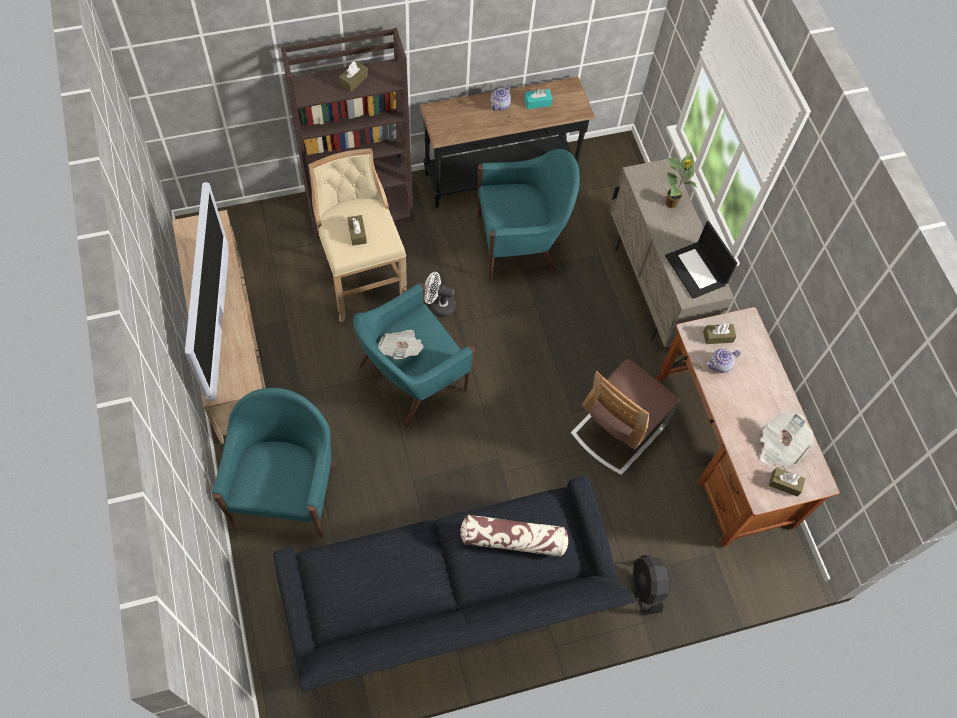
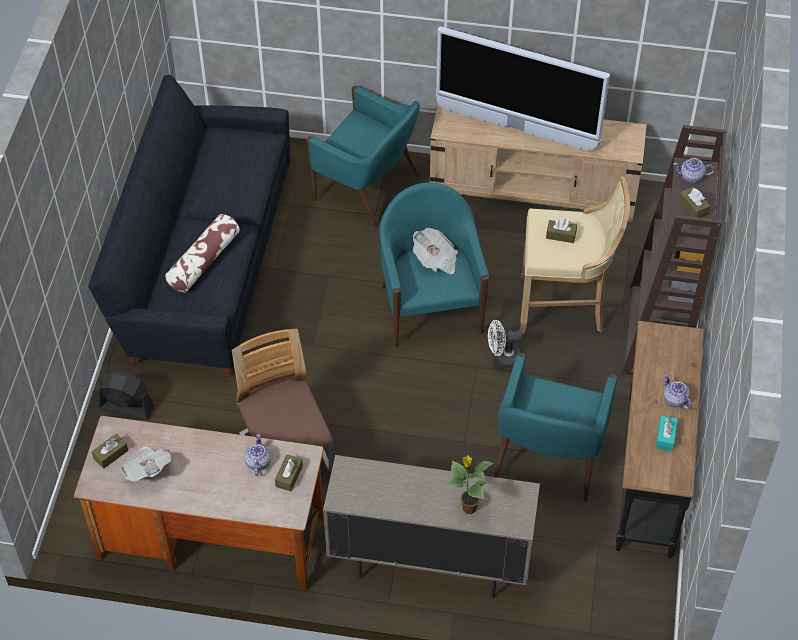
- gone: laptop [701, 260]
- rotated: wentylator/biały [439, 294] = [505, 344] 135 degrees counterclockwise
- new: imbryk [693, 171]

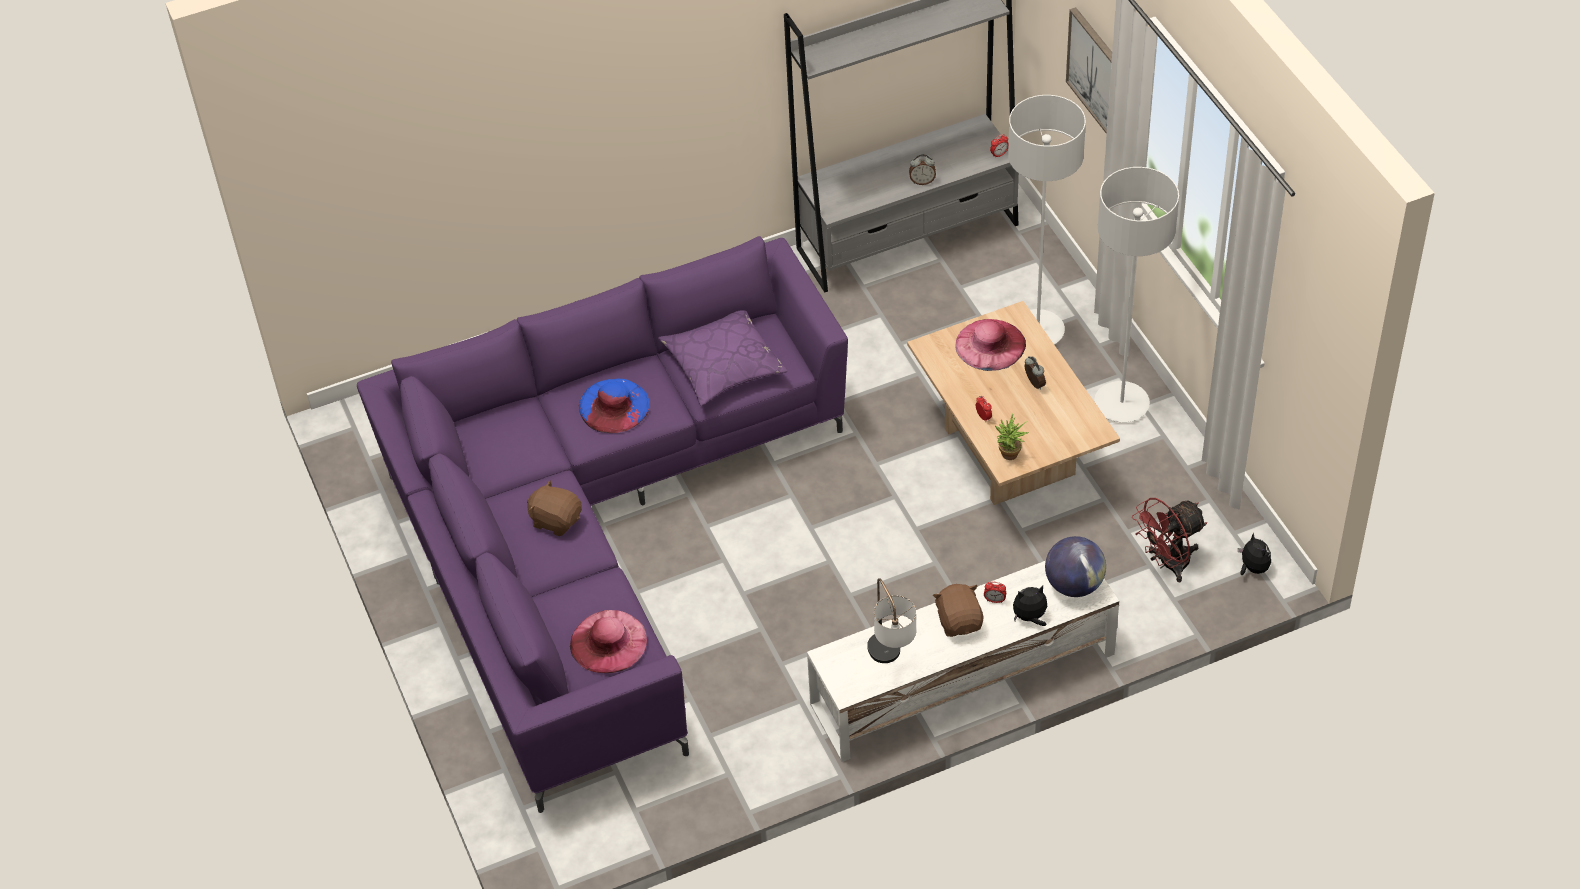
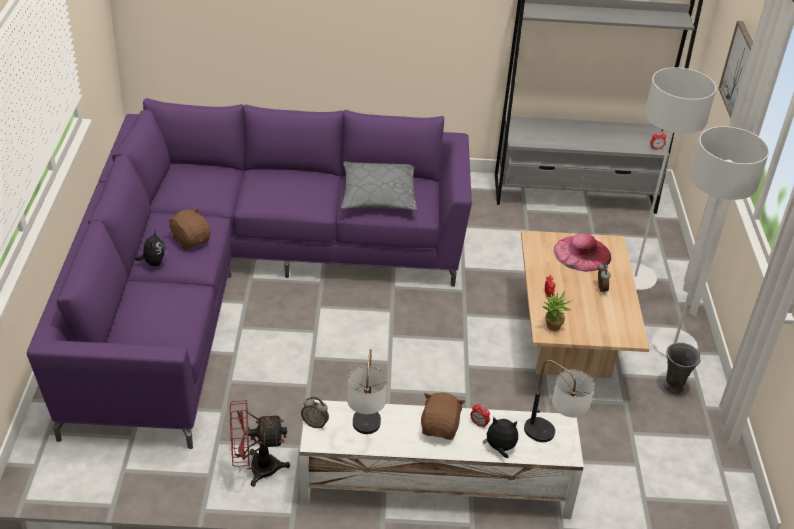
- shifted: budzik [922, 169] to [315, 412]
- repainted: poduszka/fioletowy [722, 358] to poduszka/szary [379, 186]
- gone: kapelusz/niebieski [614, 406]
- shifted: wentylator/czerwony [1169, 540] to [260, 443]
- shifted: pluszak [1254, 554] to [151, 248]
- swapped: globus [1075, 566] to lampa stołowa [559, 401]
- gone: kapelusz/różowy [608, 641]
- new: wazon/szary [682, 368]

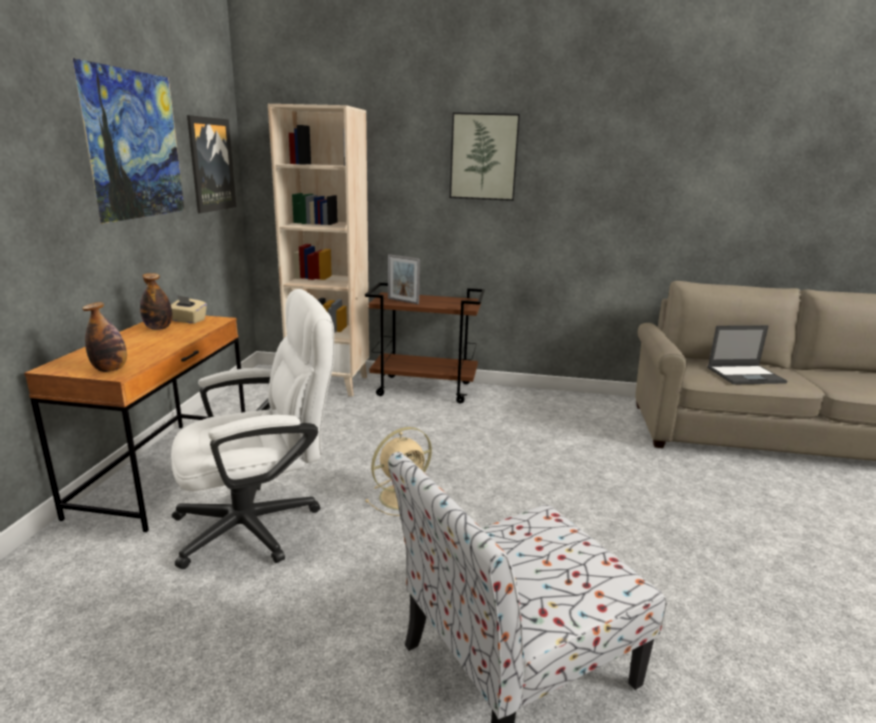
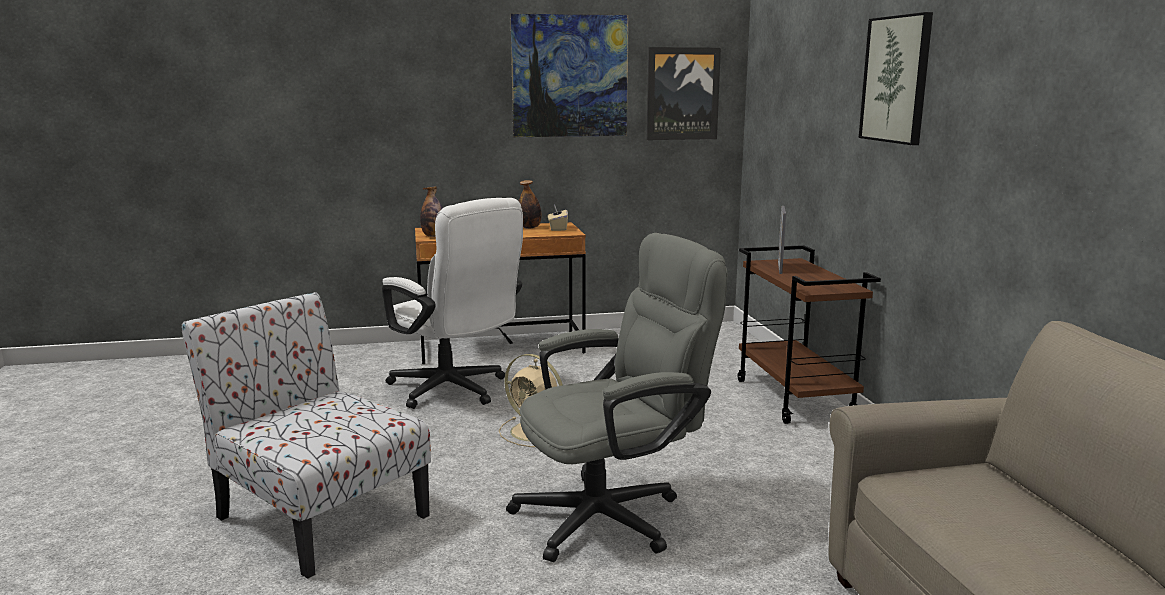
- gone: regał/beżowy [318, 250]
- gone: laptop [747, 355]
- new: krzesło biurowe/szary [617, 397]

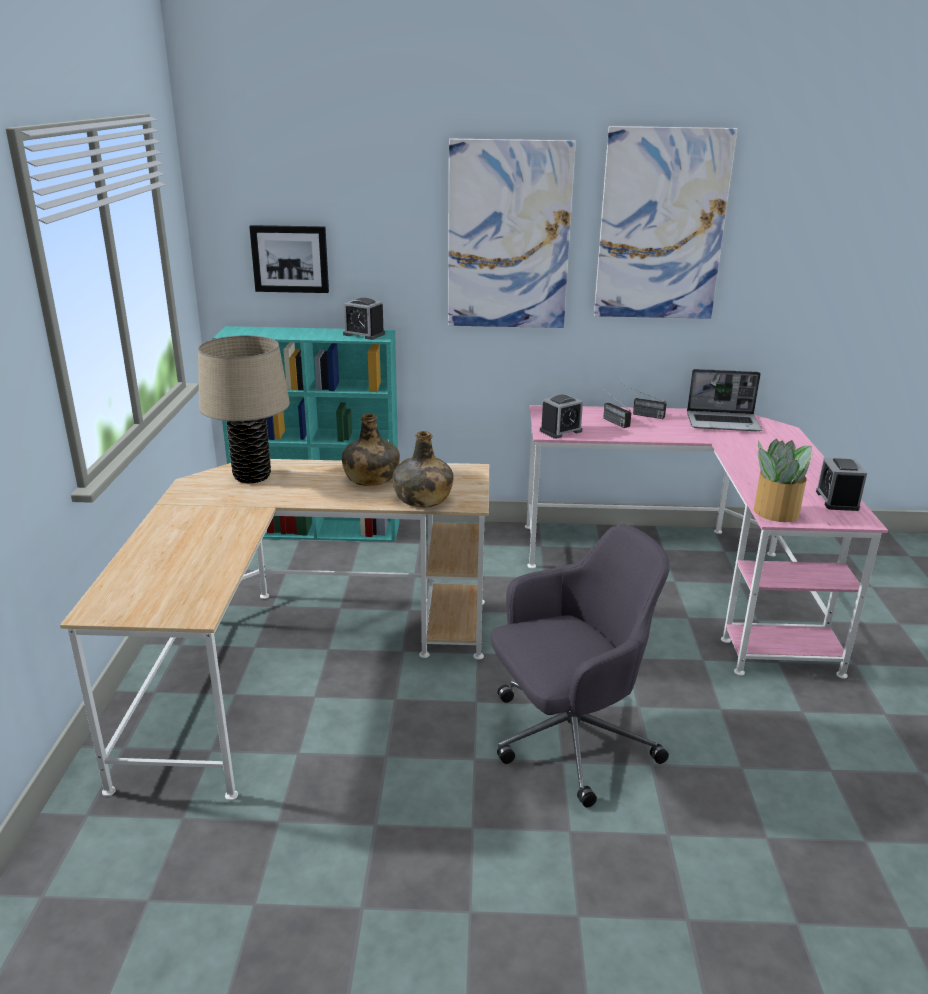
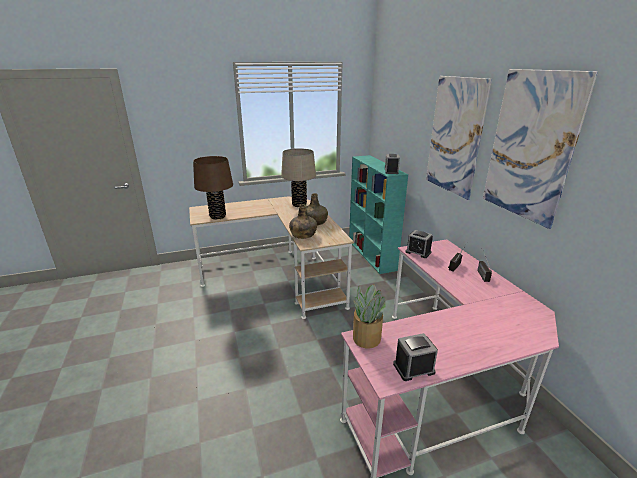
- gone: obraz [289, 259]
- gone: laptop [724, 400]
- gone: krzesło biurowe/szary [580, 666]
- new: lampa stołowa/brązowy [213, 188]

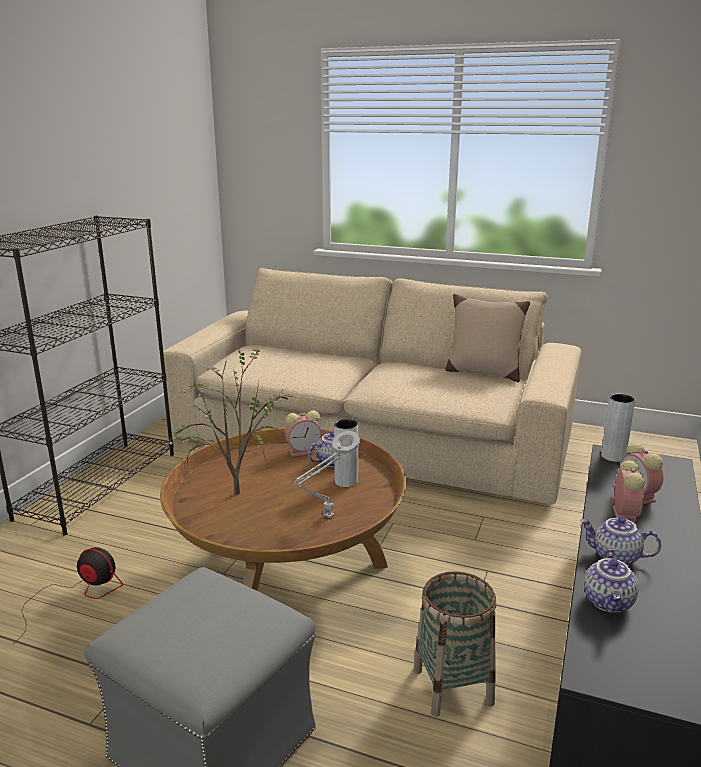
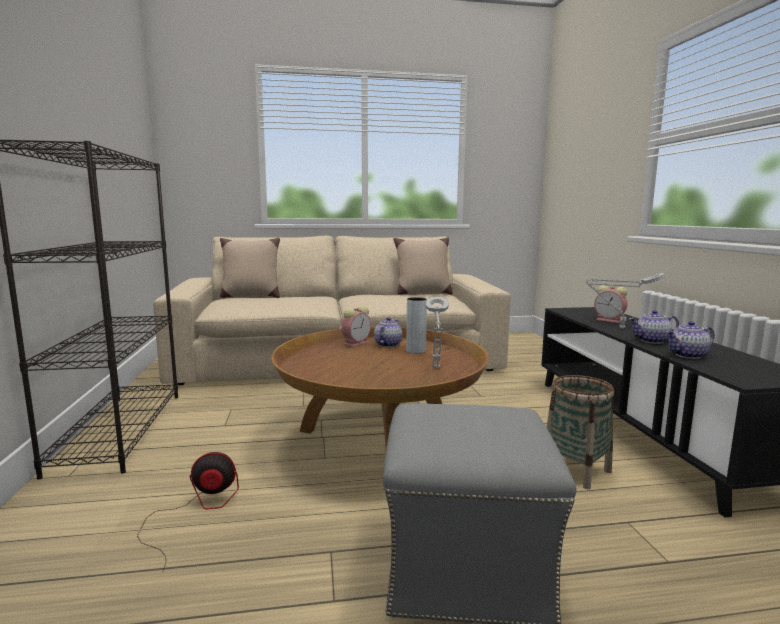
- gone: roślina doniczkowa [232, 420]
- gone: wazon/szary [618, 428]
- swapped: budzik [628, 493] to lampa stołowa/szary [625, 300]
- rotated: imbryk [611, 581] = [690, 340] 90 degrees clockwise
- new: poduszka/beżowy [250, 268]

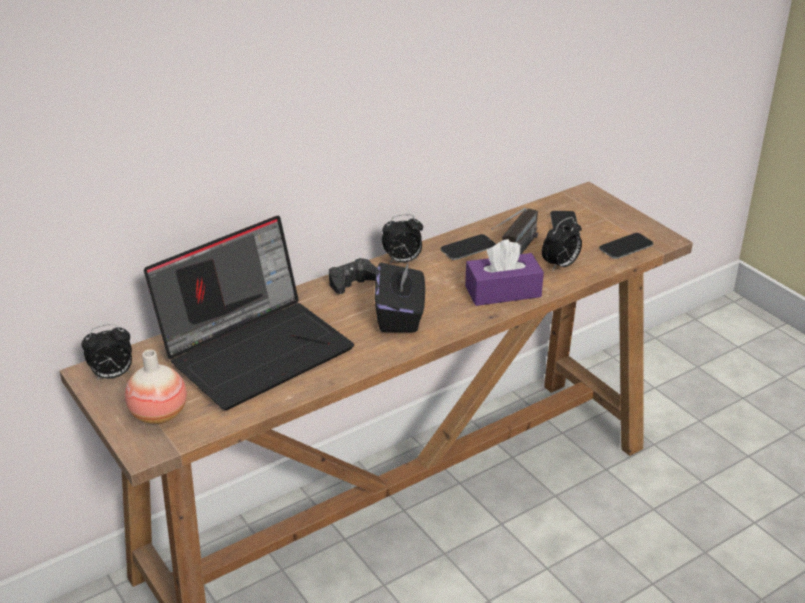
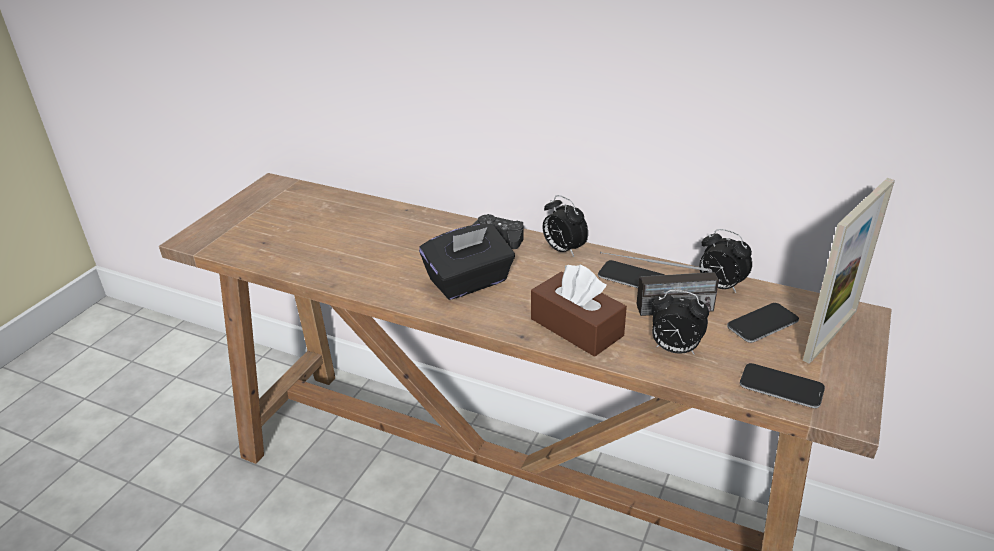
- gone: laptop [249, 313]
- repainted: pudełko chusteczek/fioletowy [504, 272] to pudełko chusteczek/brązowy [579, 311]
- shifted: budzik [106, 352] to [725, 261]
- gone: wazon [156, 387]
- new: ramka na zdjęcie [849, 271]

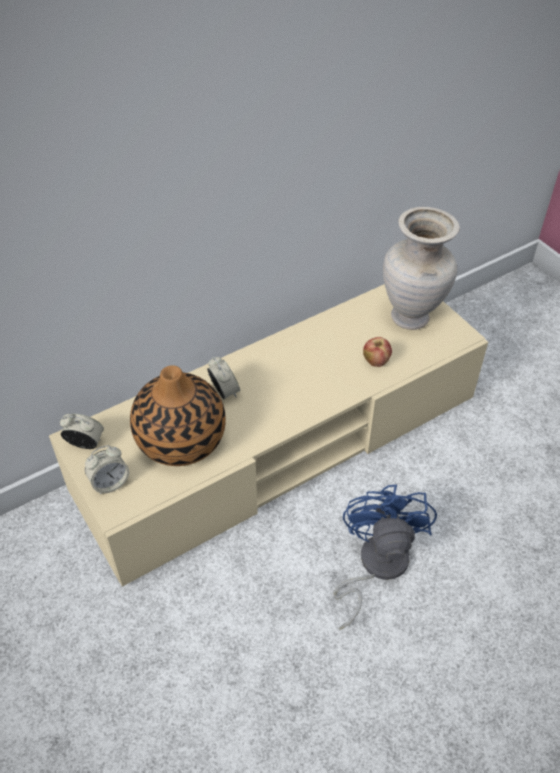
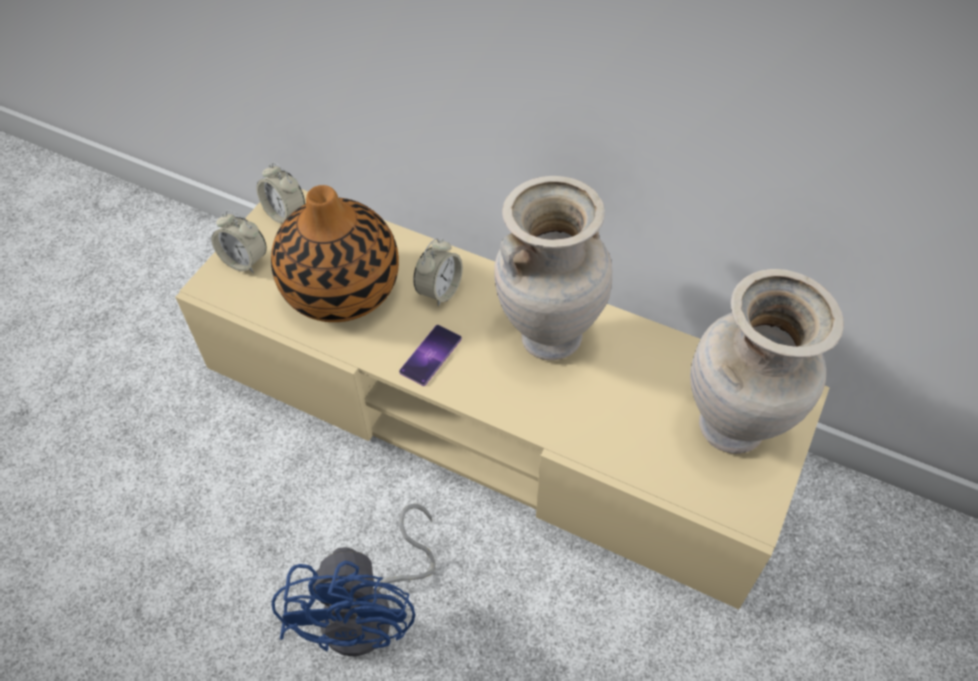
- gone: jabłko [377, 352]
- rotated: budzik [82, 431] = [281, 192] 150 degrees clockwise
- rotated: wentylator/niebieski [385, 557] = [354, 580] 120 degrees clockwise
- new: wazon/beżowy [553, 268]
- new: telefon [430, 355]

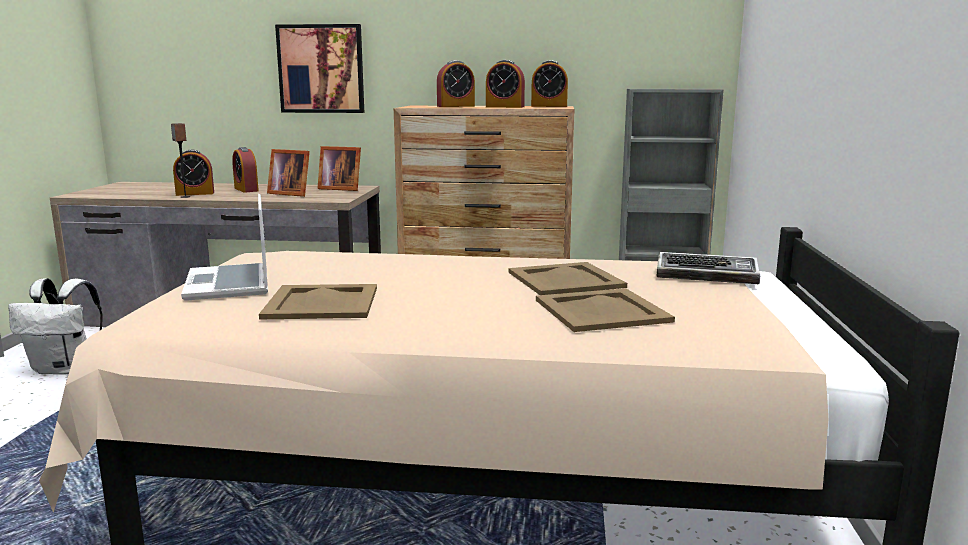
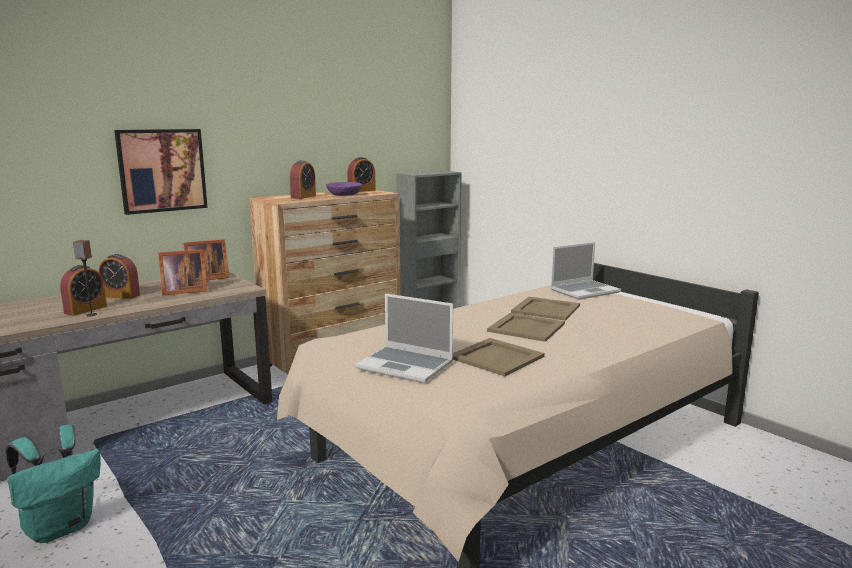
- swapped: budzik [505, 84] to miska/fioletowy [344, 189]
- swapped: klawiatura [708, 268] to laptop [586, 271]
- repainted: plecak/biały [55, 326] to plecak/turkusowy [53, 484]
- shifted: taca/beżowy [605, 310] to [526, 327]

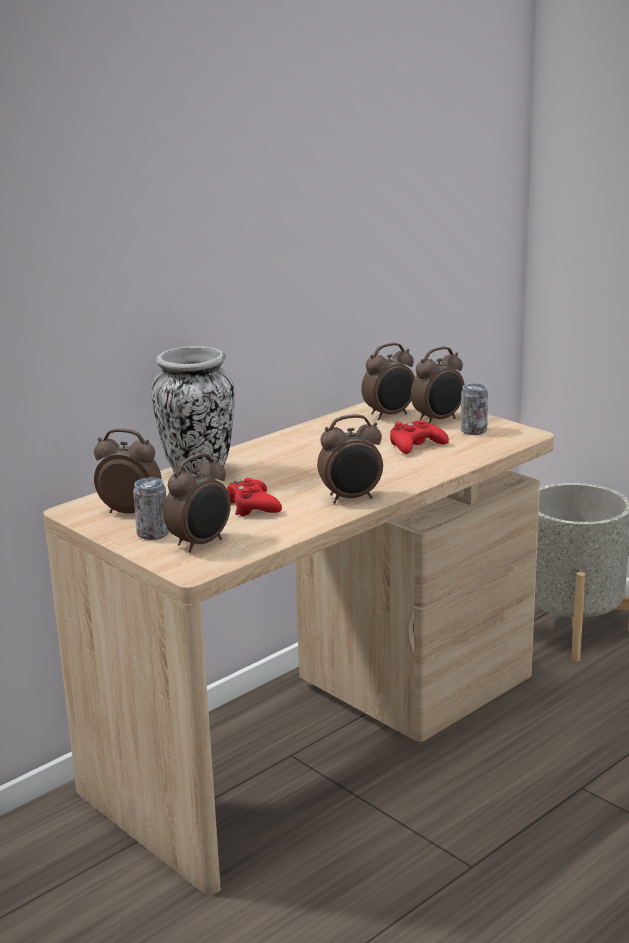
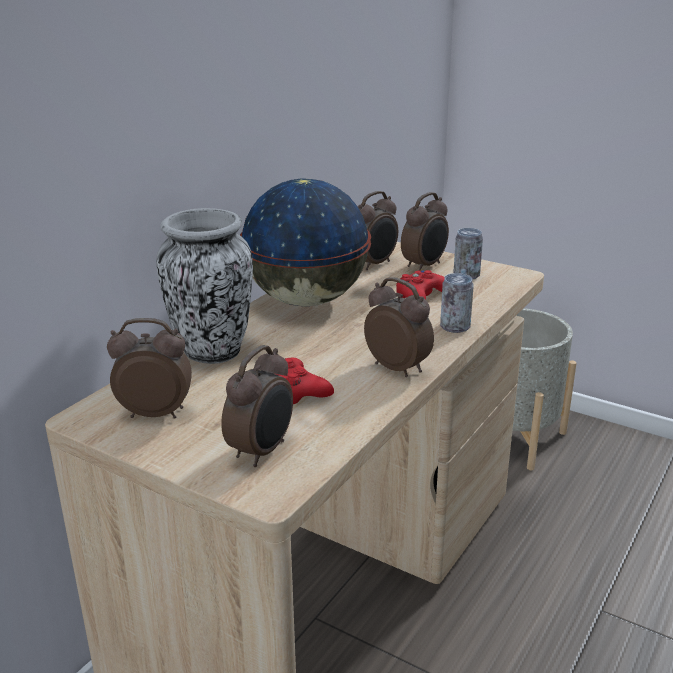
- rotated: budzik [350, 459] = [399, 327] 105 degrees counterclockwise
- shifted: puszka [151, 508] to [457, 303]
- new: globus [305, 243]

